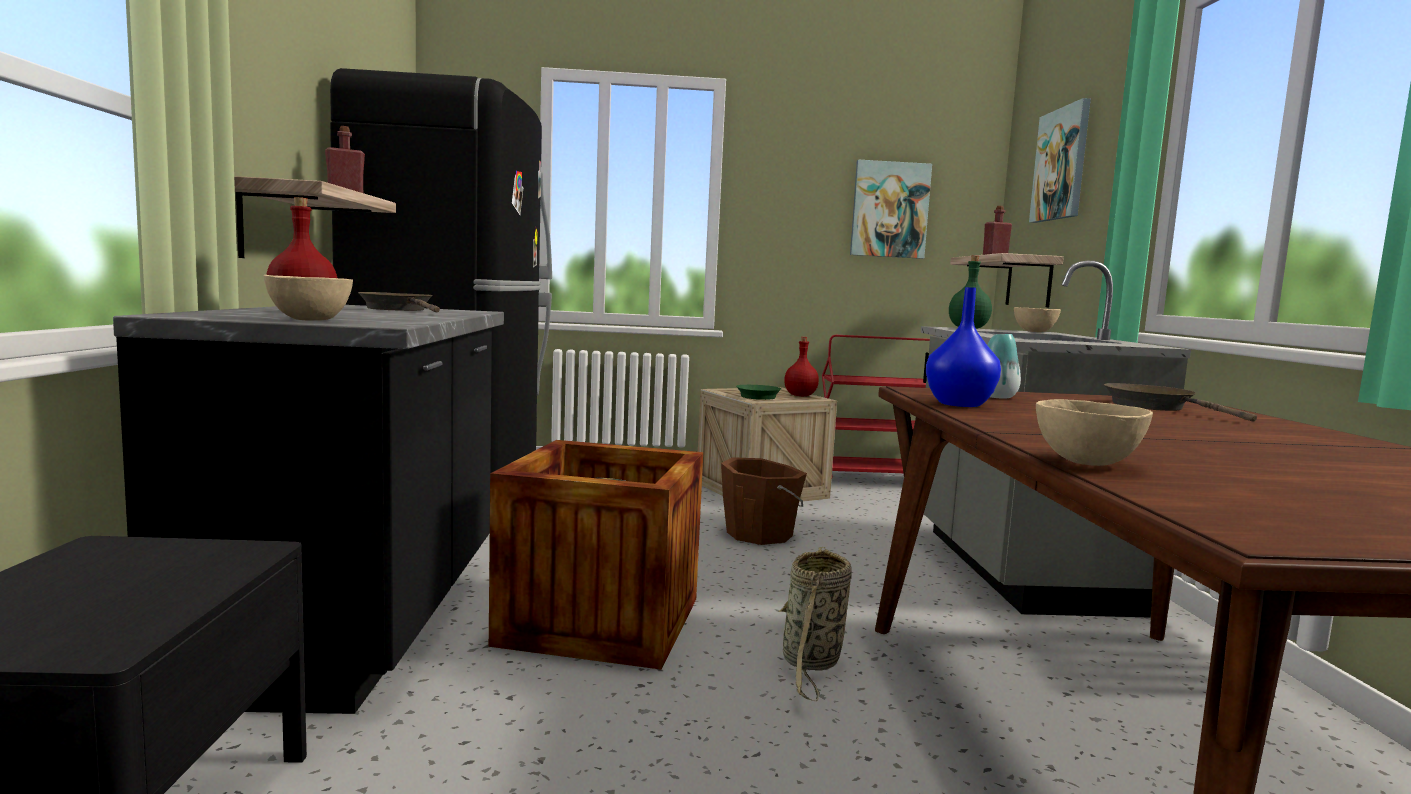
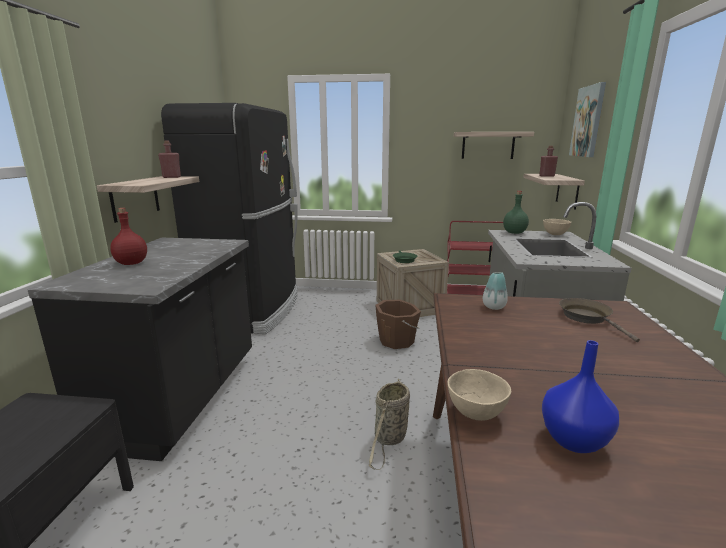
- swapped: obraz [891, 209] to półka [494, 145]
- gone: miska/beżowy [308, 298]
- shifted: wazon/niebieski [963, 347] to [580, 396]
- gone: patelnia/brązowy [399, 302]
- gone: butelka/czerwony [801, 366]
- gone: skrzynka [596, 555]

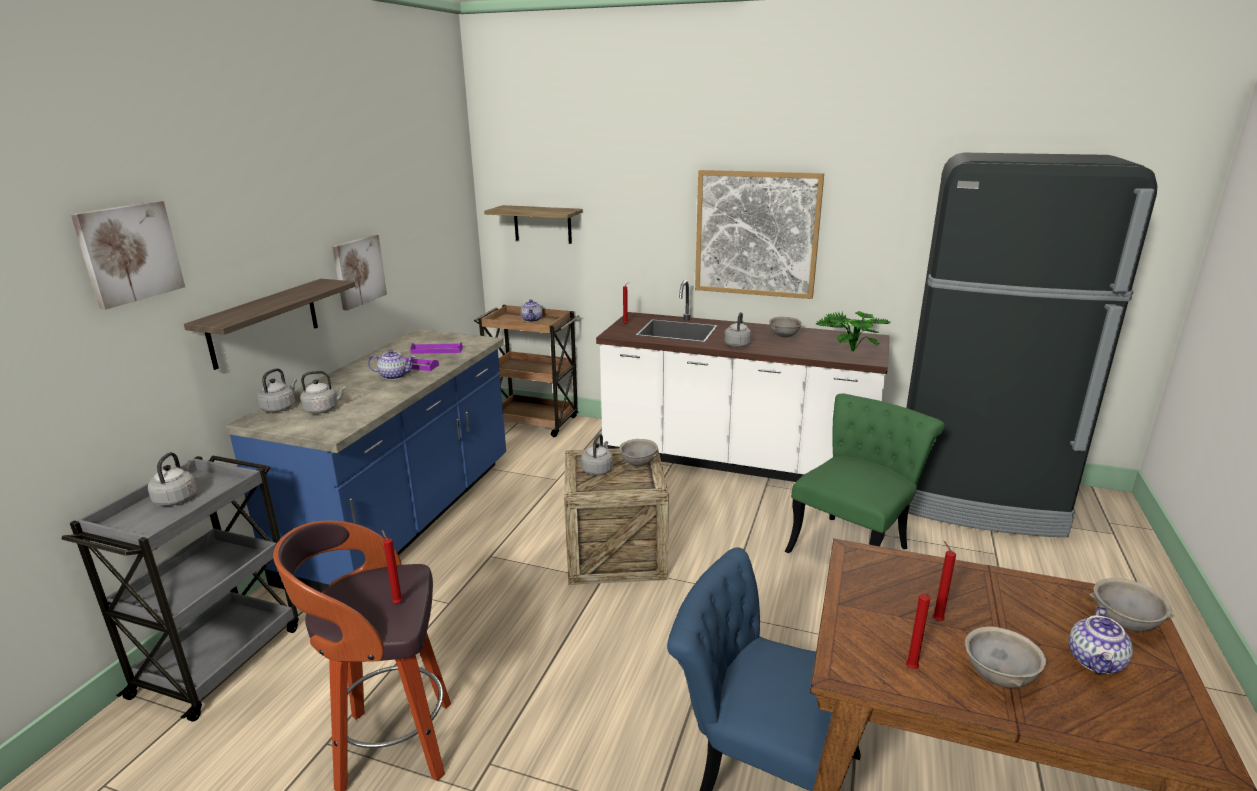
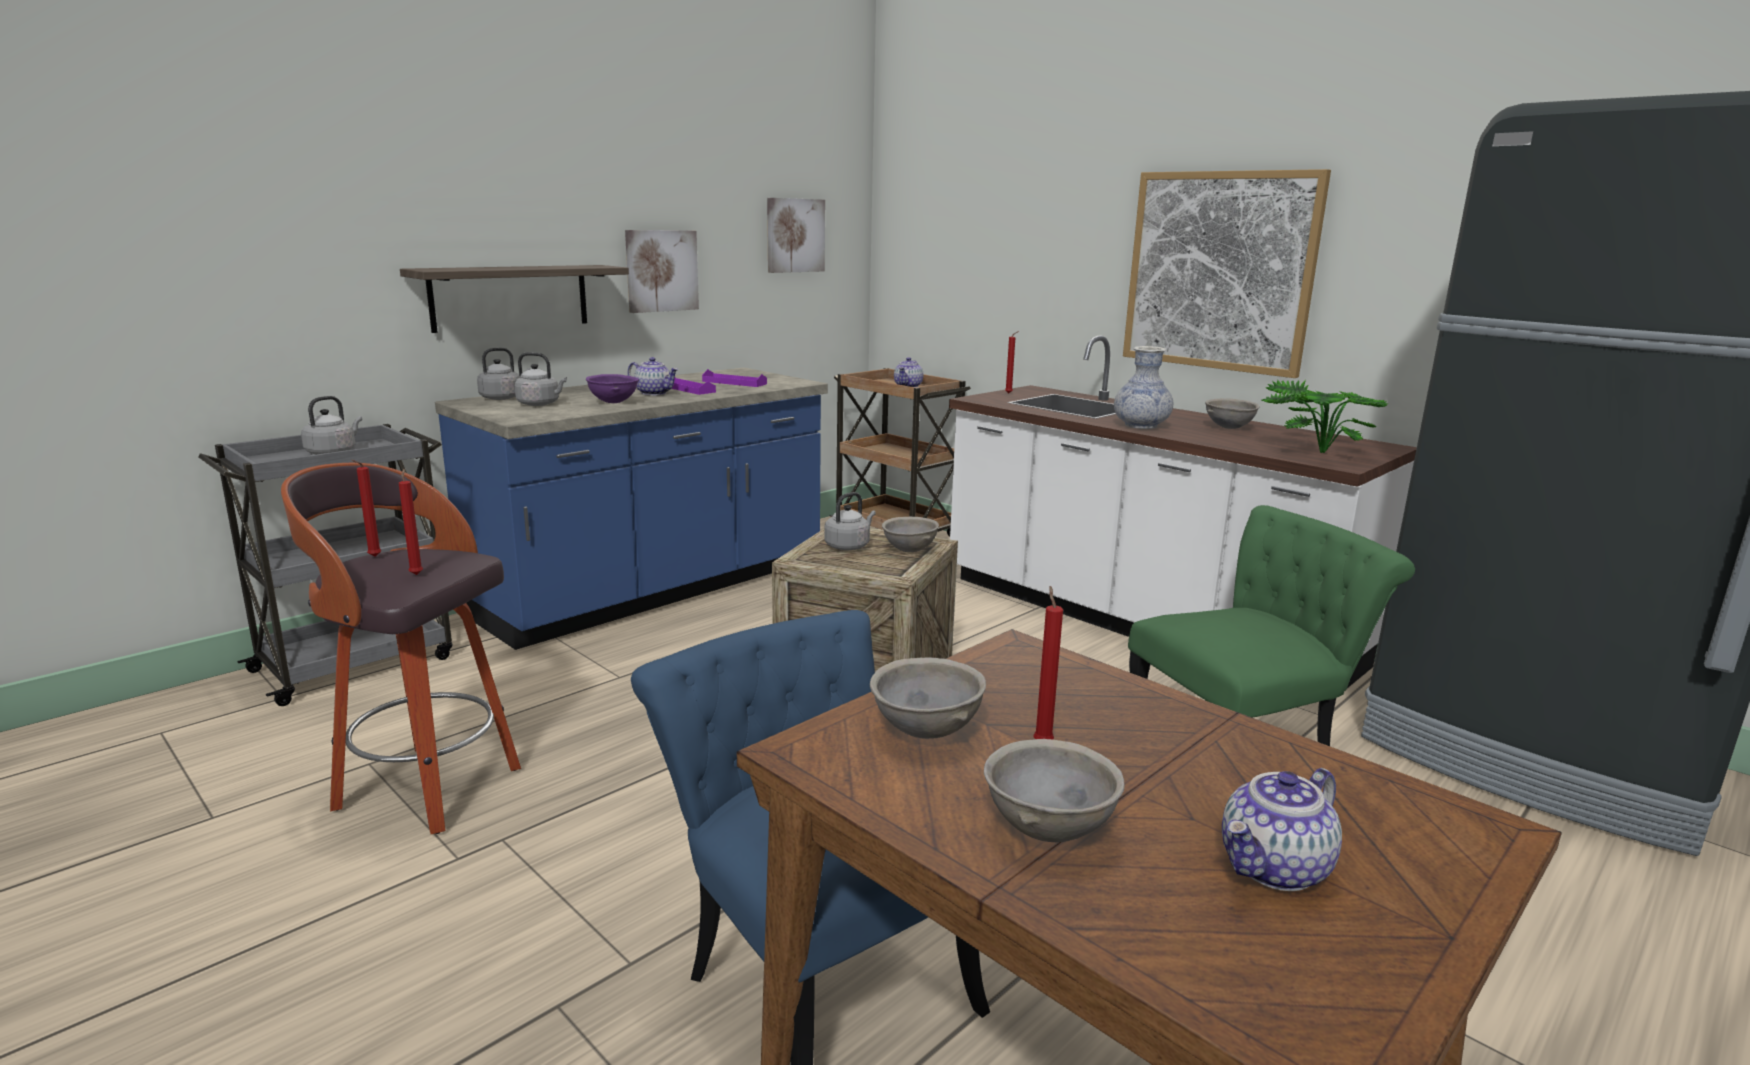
- shifted: obraz [128, 255] to [796, 235]
- gone: półka [533, 224]
- swapped: czajnik/szary [738, 329] to wazon [1143, 387]
- shifted: miska/szary [1131, 604] to [928, 698]
- shifted: świeca/czerwony [918, 631] to [366, 508]
- new: miska/fioletowy [612, 388]

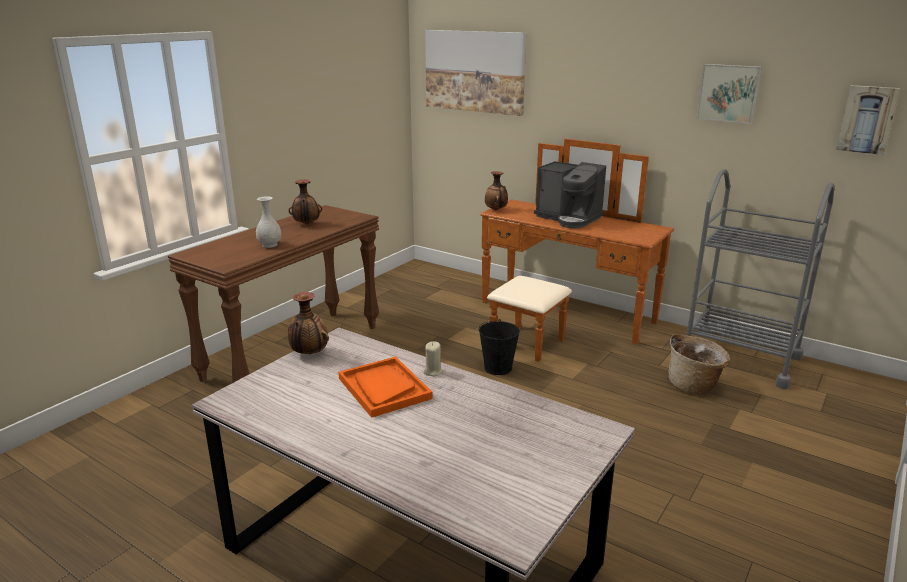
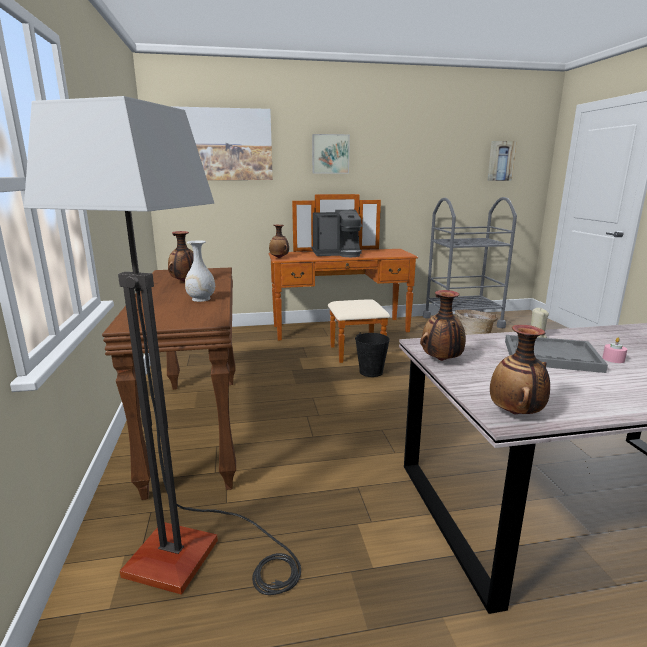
- shifted: obraz [729, 94] to [331, 153]
- repainted: taca/pomarańczowy [385, 387] to taca/szary [556, 354]
- new: lampa stojąca [162, 345]
- new: wazon [520, 369]
- new: świeca/różowy [614, 350]

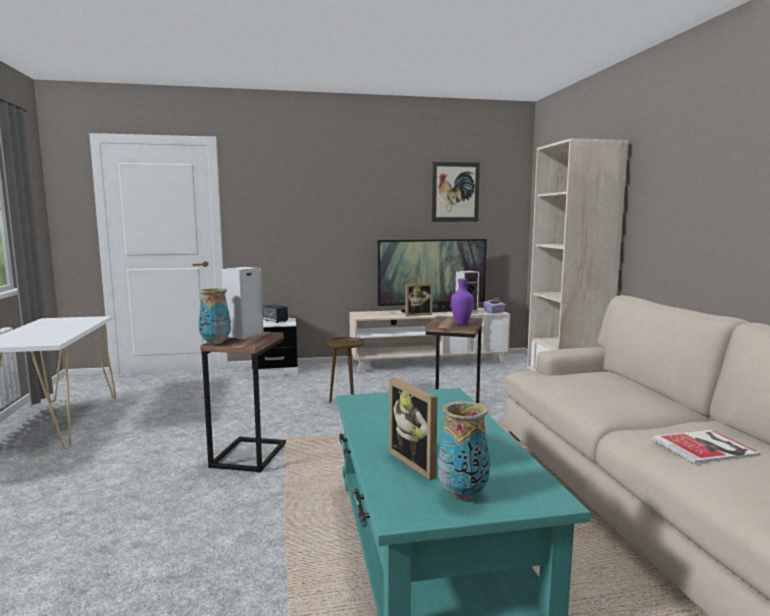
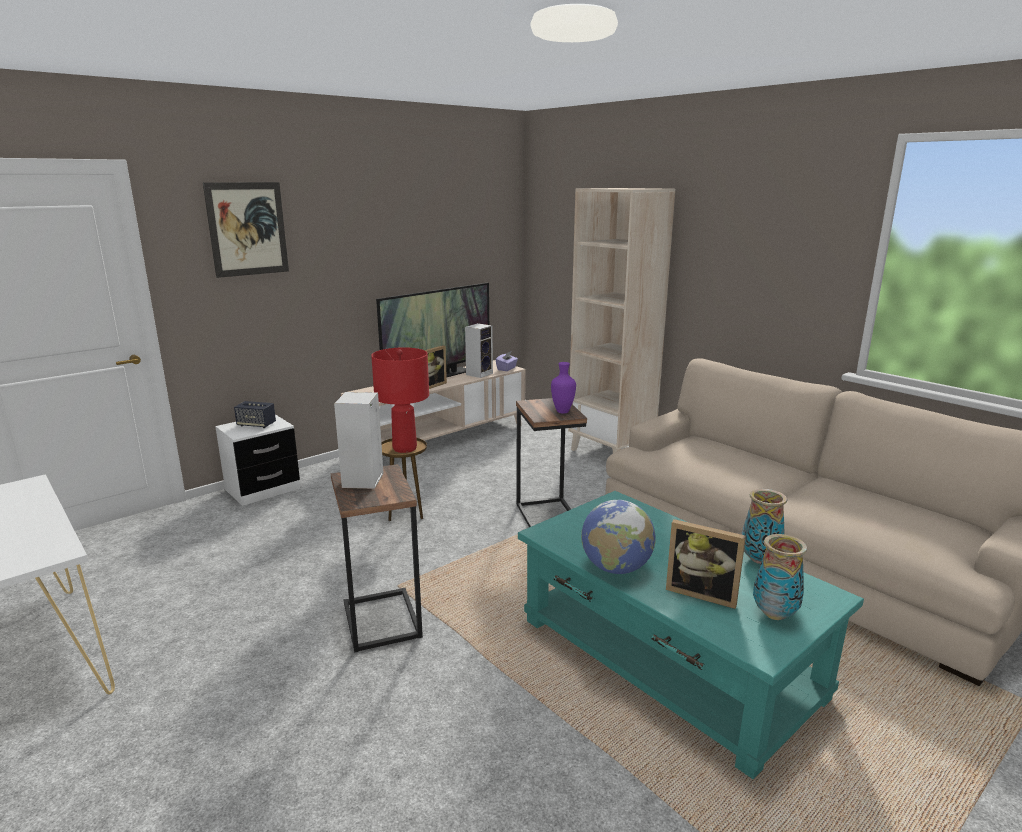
- shifted: obraz [456, 192] to [246, 230]
- shifted: wazon [215, 316] to [764, 526]
- gone: książka [705, 446]
- new: lampa stołowa/czerwony [400, 400]
- new: globus [618, 537]

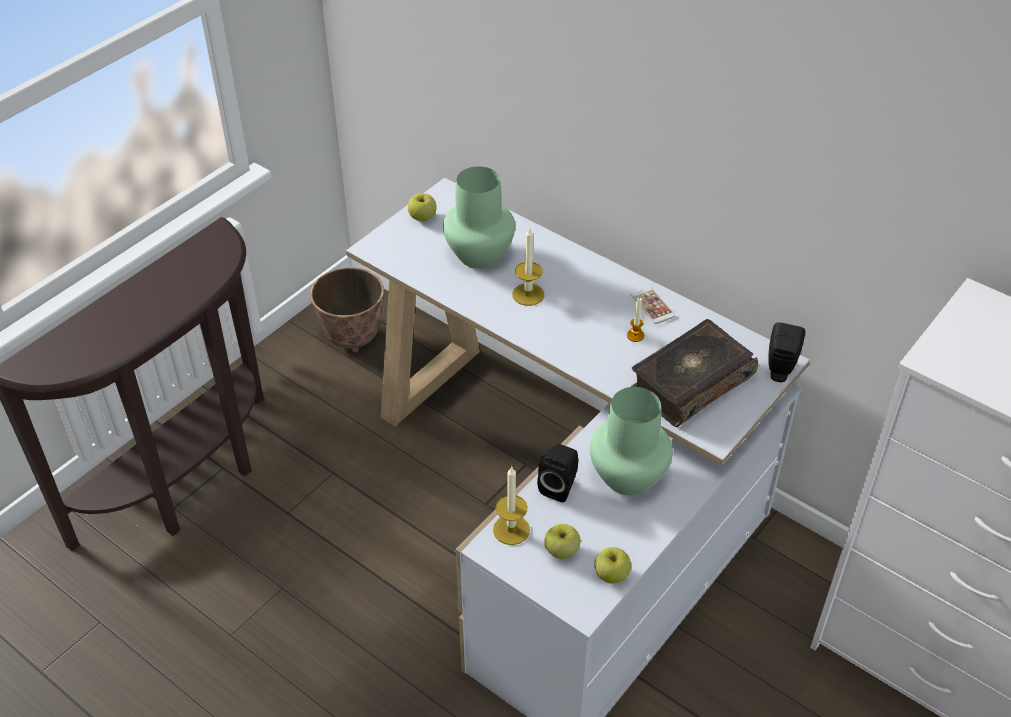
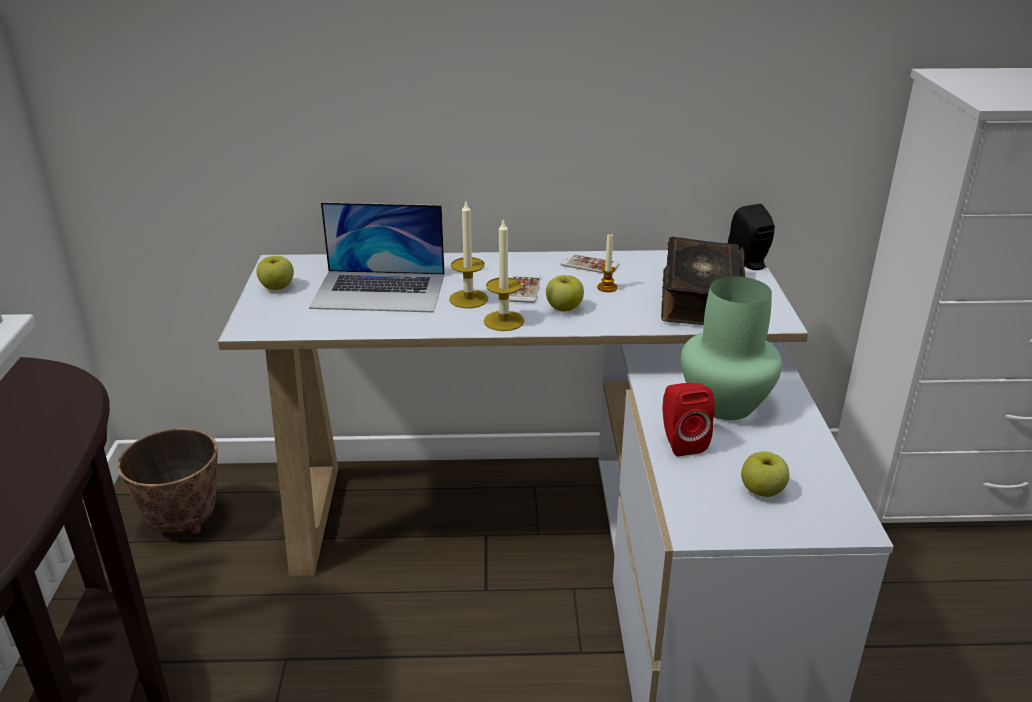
- swapped: wazon/zielony [479, 217] to laptop [377, 257]
- repainted: głośnik/czarny [558, 473] to głośnik/czerwony [689, 419]
- shifted: świeca [511, 506] to [504, 275]
- shifted: jabłko [612, 565] to [565, 293]
- new: telefon [525, 288]

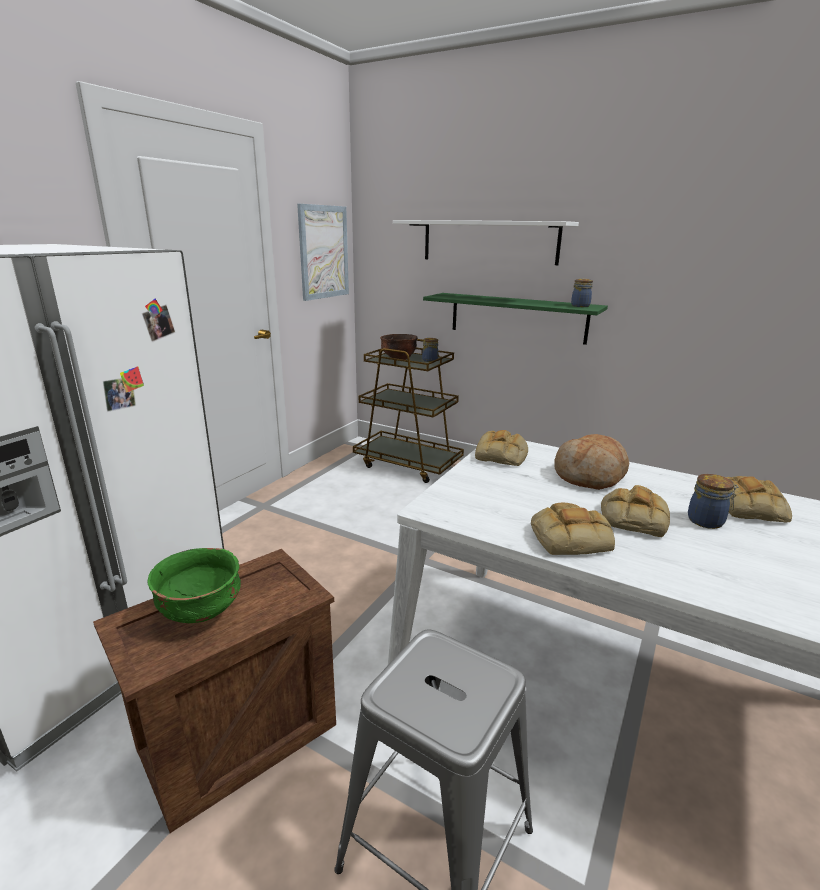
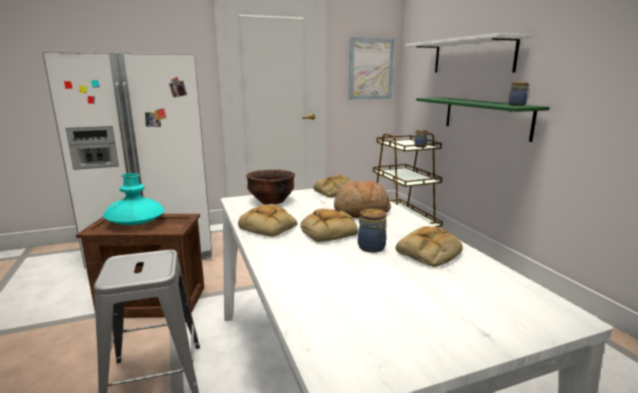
- shifted: miska/brązowy [399, 347] to [270, 187]
- swapped: miska/zielony [194, 585] to wazon/turkusowy [134, 199]

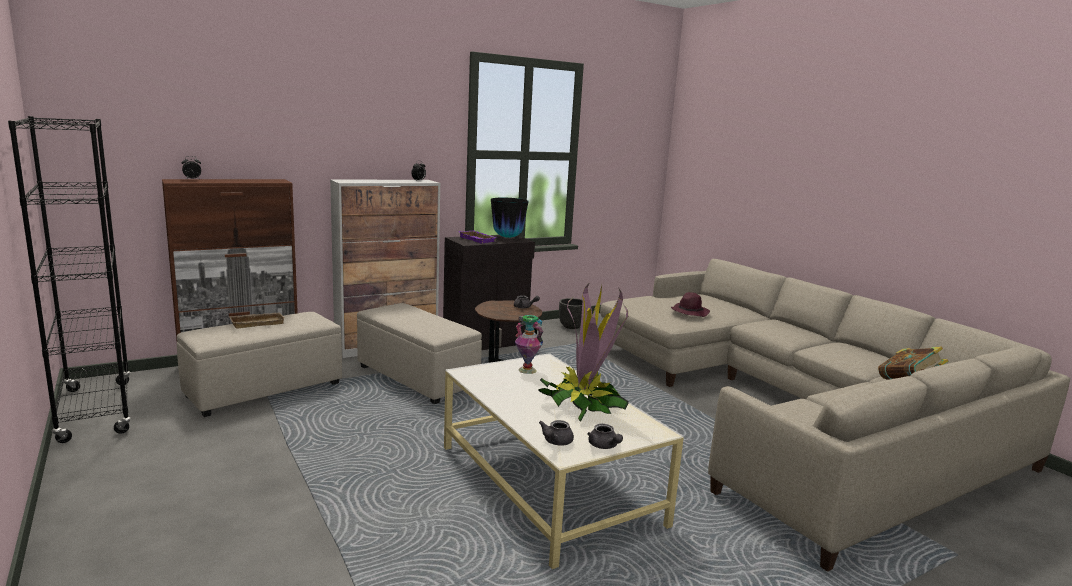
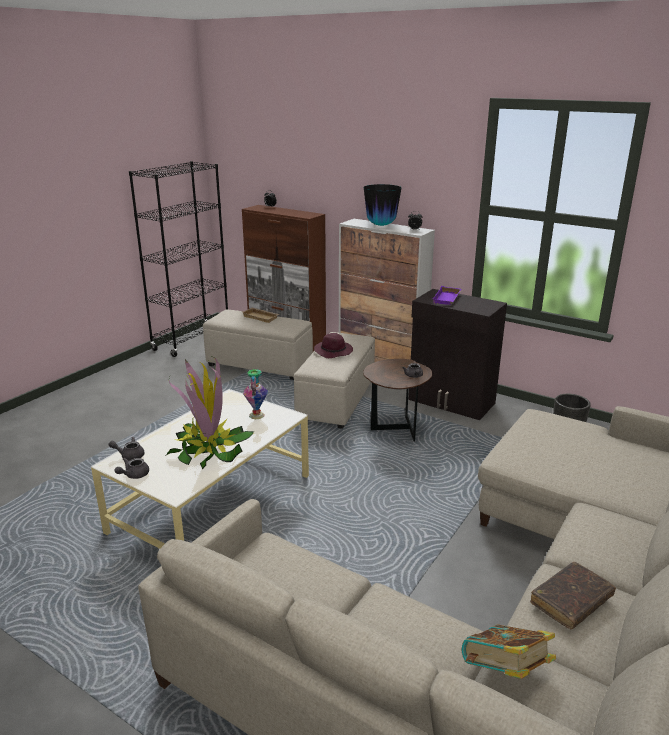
- shifted: wazon [510, 218] to [382, 205]
- shifted: kapelusz/fioletowy [690, 304] to [333, 345]
- new: książka/brązowy [573, 595]

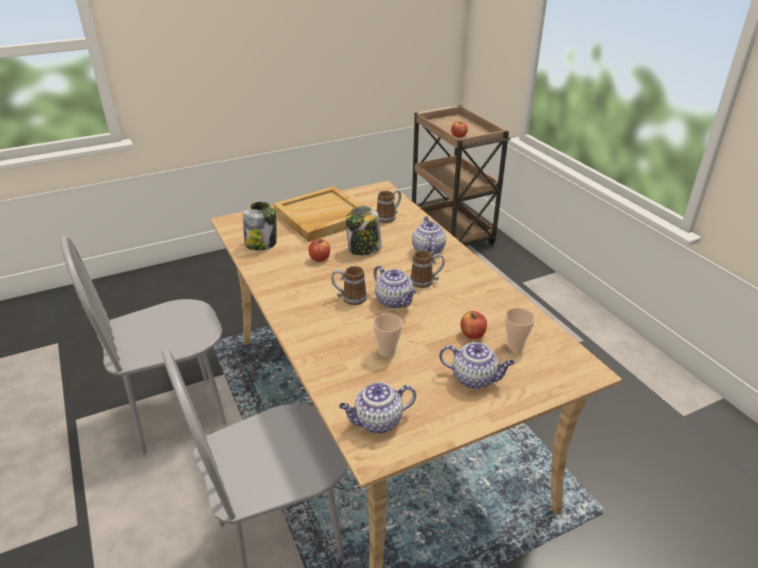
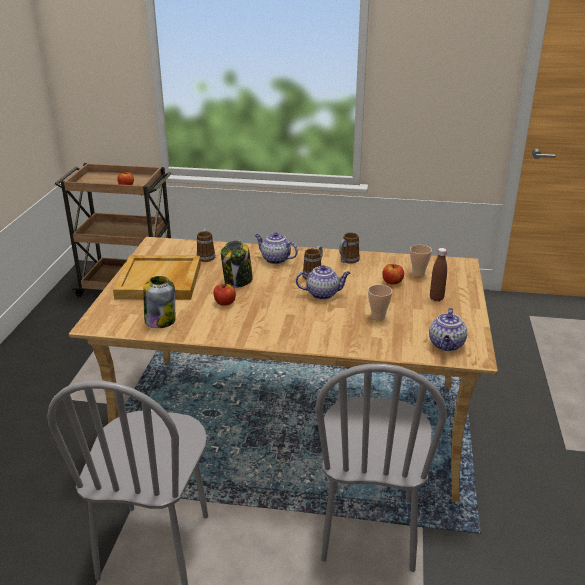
- shifted: kubek [349, 285] to [349, 248]
- swapped: imbryk [477, 365] to butelka/brązowy [438, 274]

